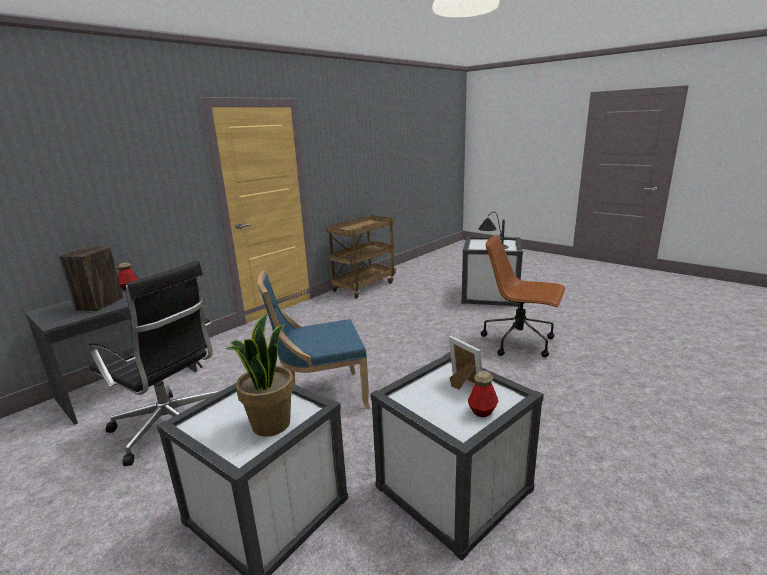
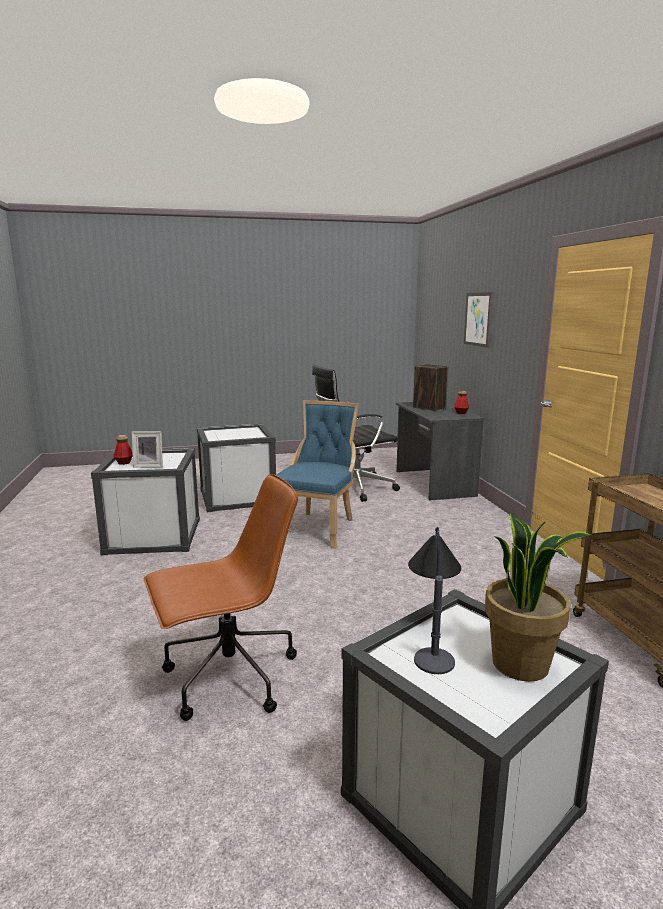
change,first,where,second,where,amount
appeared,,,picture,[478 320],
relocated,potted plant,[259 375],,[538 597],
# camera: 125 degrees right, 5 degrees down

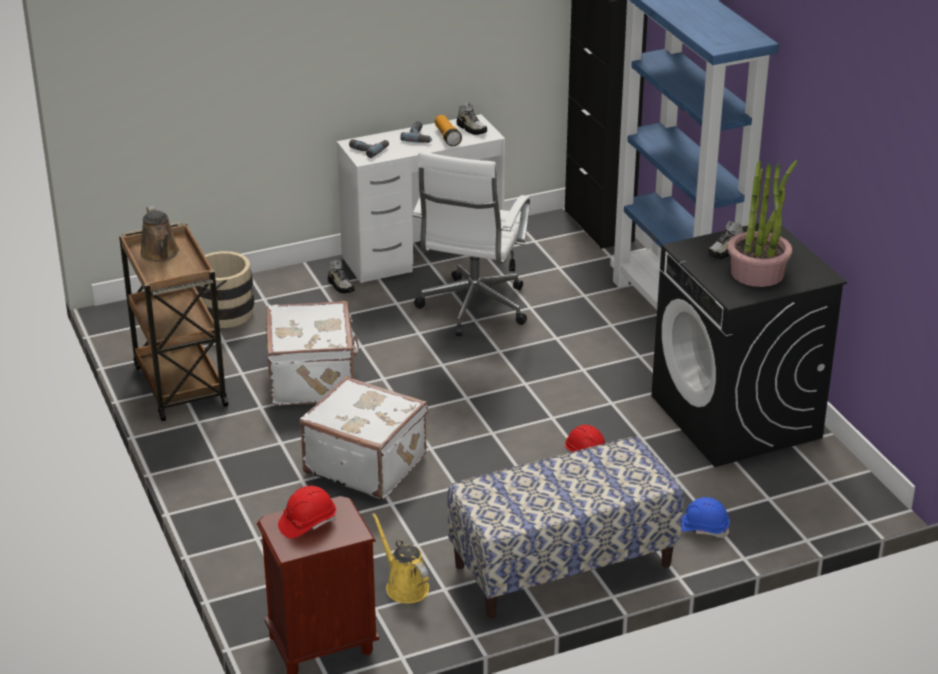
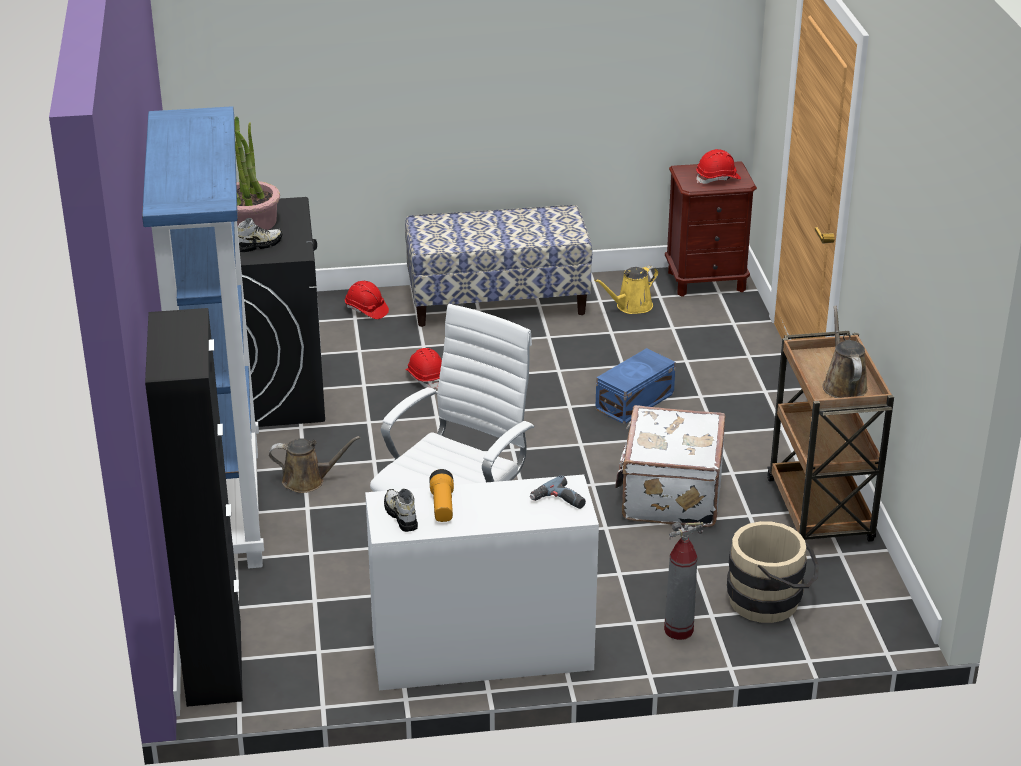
change,first,where,second,where,amount
missing,shoe,[341 276],,,
missing,power drill,[416 132],,,
appeared,,,brown watering can,[314 464],
appeared,,,fire extinguisher,[684 580],
exchanged,white suitcase,[363 437],blue storage box,[635 386],
colour,blue hard hat,[705 517],red hard hat,[367 300],
spun,yellow watering can,[400 558],,[626 290],75 degrees clockwise
# camera: 165 degrees left, 0 degrees up

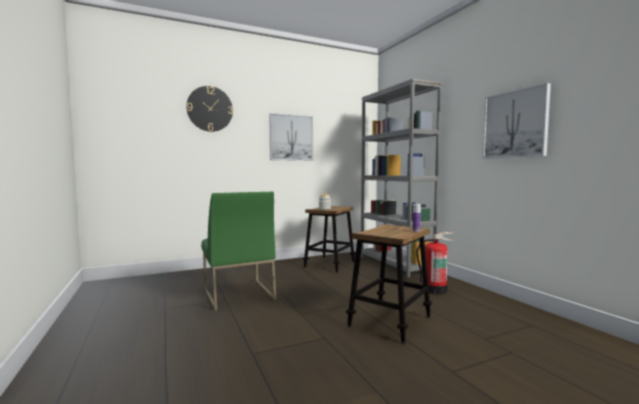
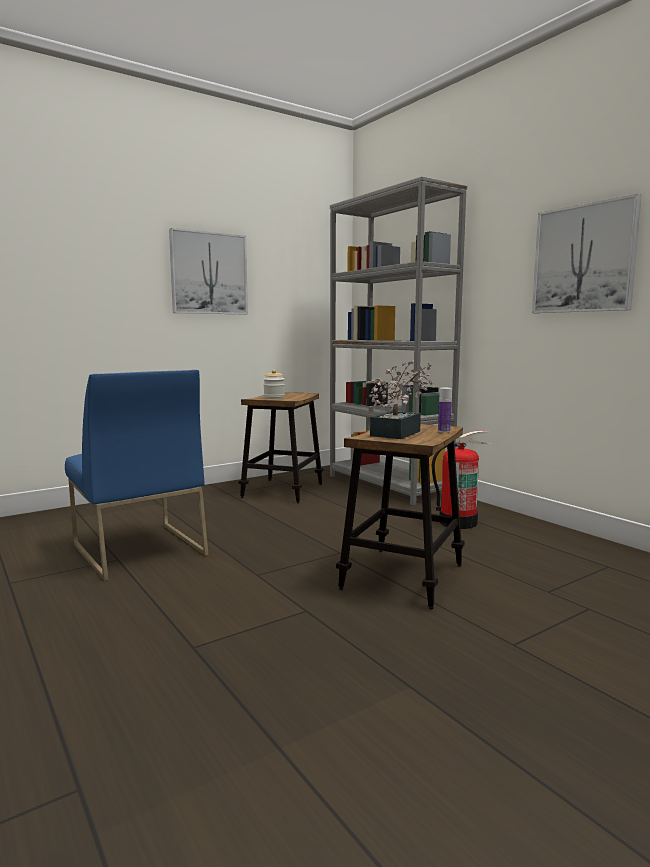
change,first,where,second,where,amount
missing,wall clock,[209 109],,,
appeared,,,potted plant,[400 399],
colour,green chair,[238 251],blue chair,[136 475],
# camera: 10 degrees left, 5 degrees up

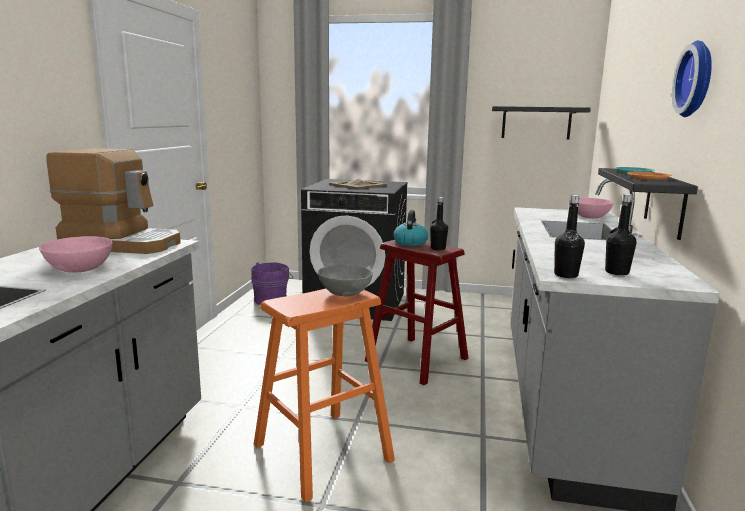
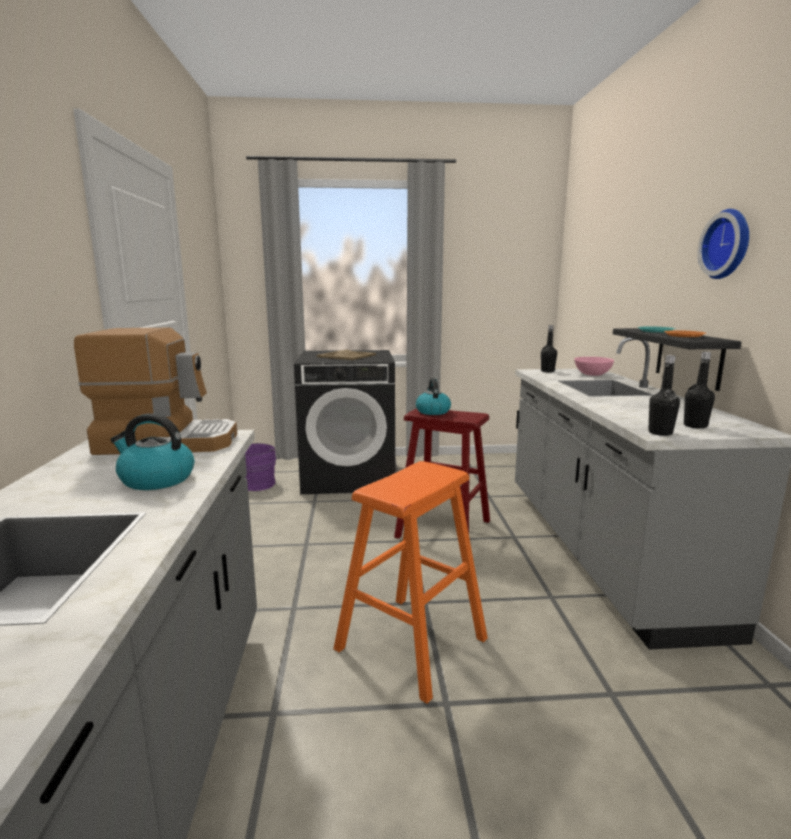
change,first,where,second,where,amount
missing,grey bowl,[345 280],,,
missing,black shelf,[541 123],,,
relocated,black bottle,[439 223],,[549 348],
exchanged,pink bowl,[76 254],kettle,[152 451],
# camera: 15 degrees left, 0 degrees up

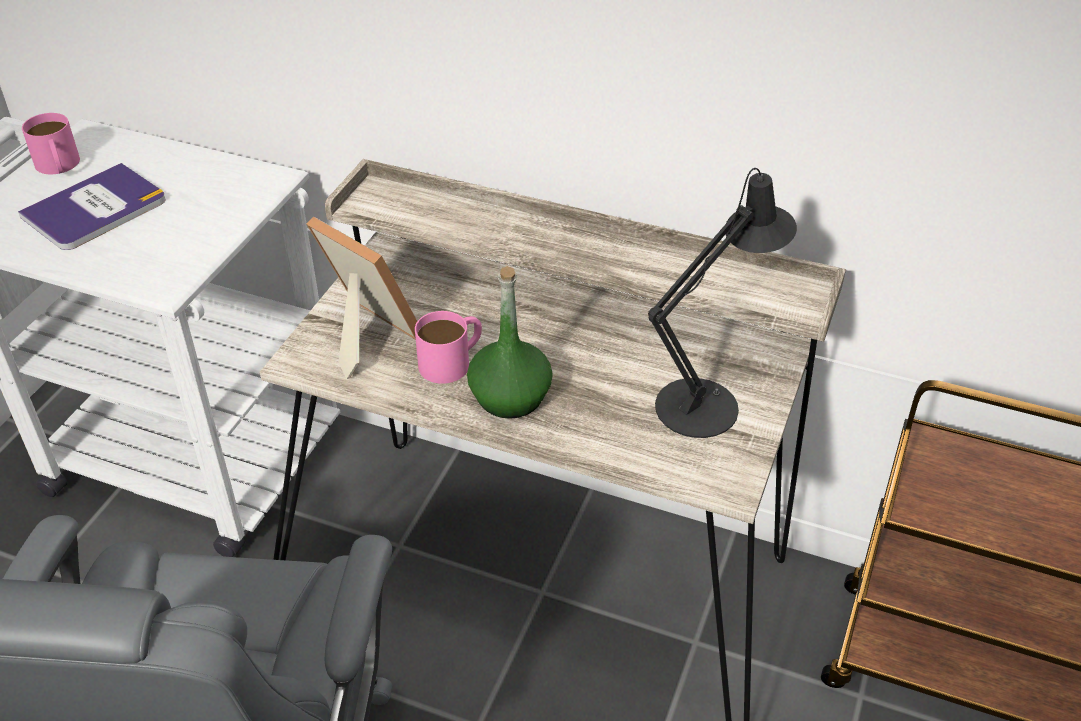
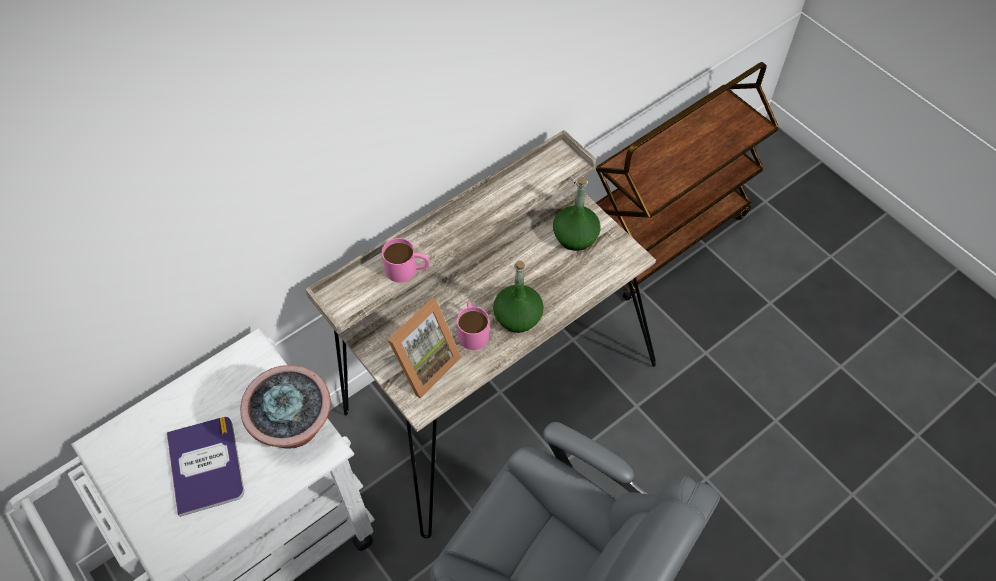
change,first,where,second,where,amount
appeared,,,potted plant,[285 407],
relocated,pink mug,[51 143],,[406 260],
exchanged,black table lamp,[722 303],green bottle,[577 214],
spun,picture frame,[361 297],,[421 348],150 degrees clockwise
# camera: 60 degrees left, 15 degrees up

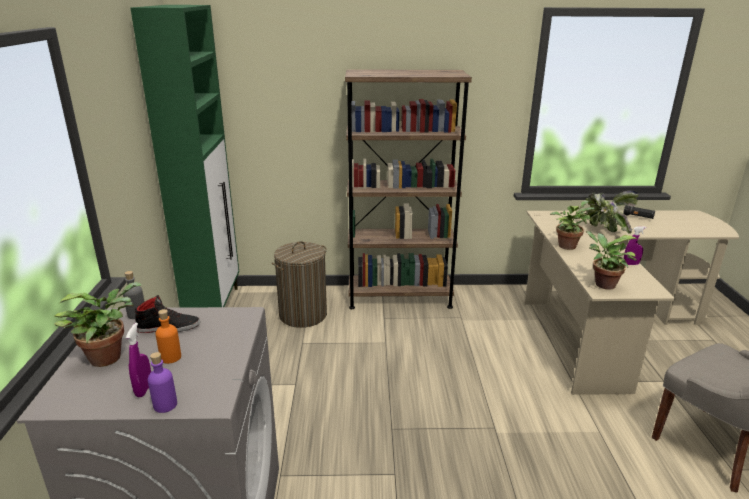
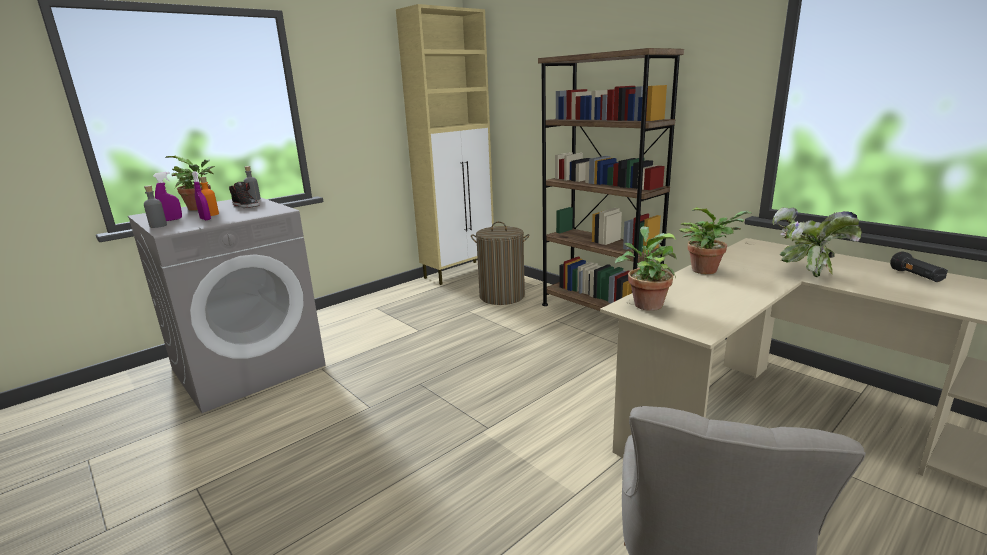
change,first,where,second,where,amount
relocated,purple spray bottle,[635 245],,[201 196],
colour,green cabinet,[184 156],beige cabinet,[445 144],
colour,purple bottle,[162 382],grey bottle,[155 206],
# camera: 50 degrees right, 5 degrees down

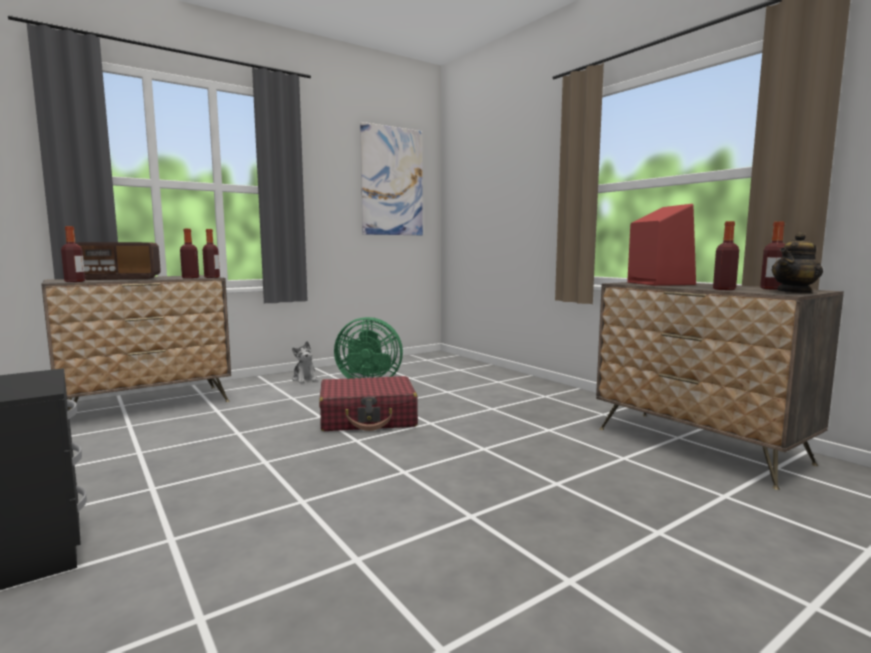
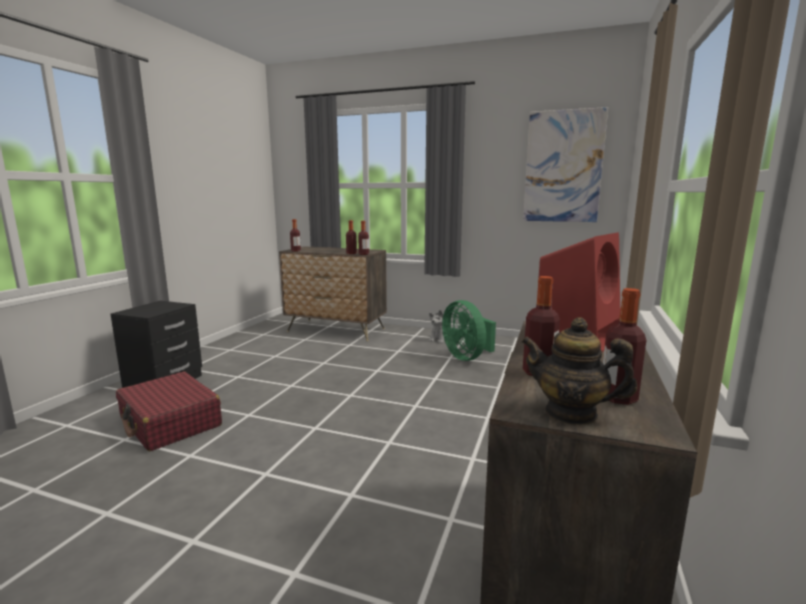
change,first,where,second,where,amount
missing,radio,[118 261],,,
relocated,red suitcase,[368 403],,[169 411],
# camera: 55 degrees right, 5 degrees up

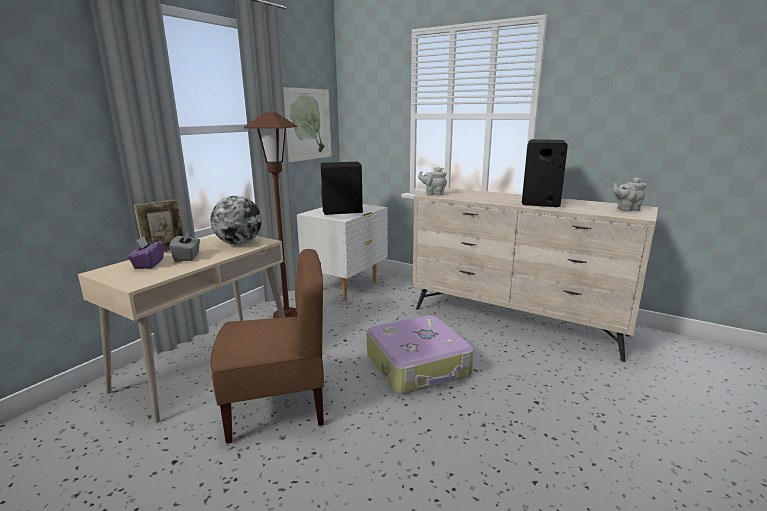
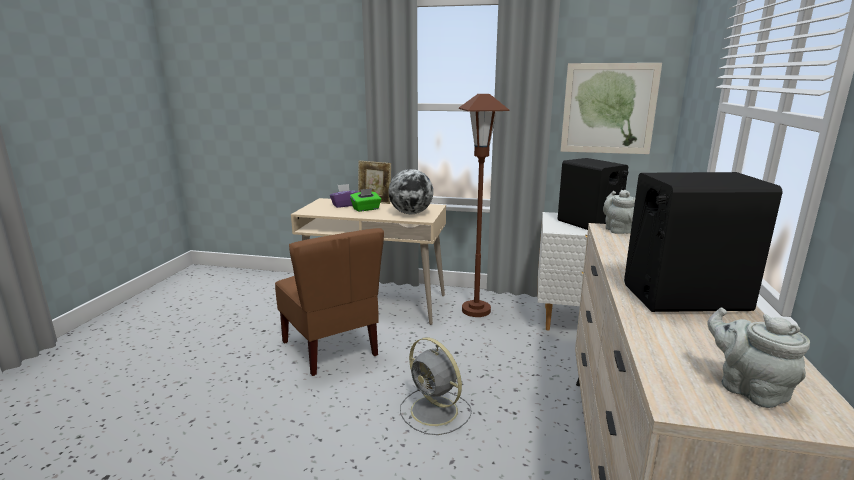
change,first,where,second,where,amount
exchanged,suitcase,[420 354],grey fan,[436 386],
colour,grey tissue box,[184 245],green tissue box,[365 200],
# camera: 70 degrees right, 0 degrees up

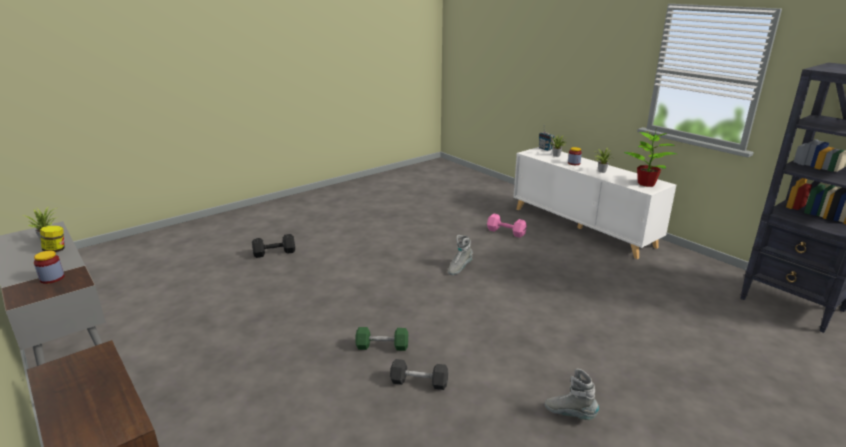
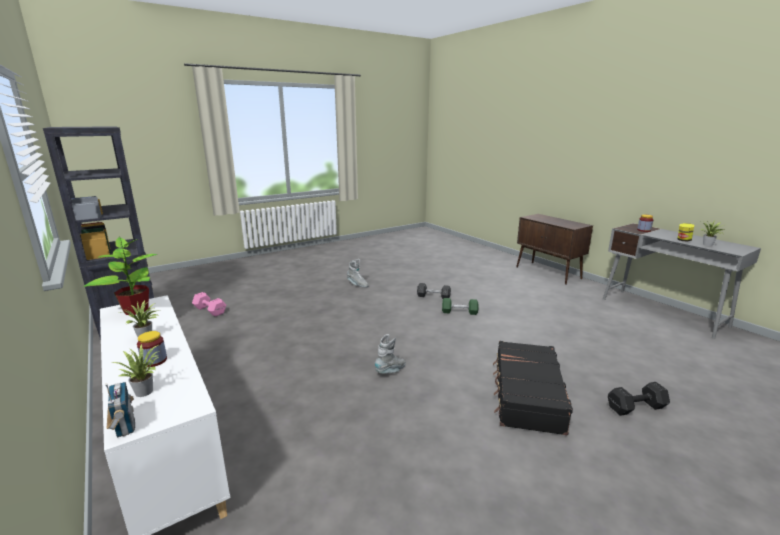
change,first,where,second,where,amount
appeared,,,black suitcase,[533 388],
relocated,pink dumbbell,[507 226],,[209 304],
# camera: 175 degrees left, 5 degrees down

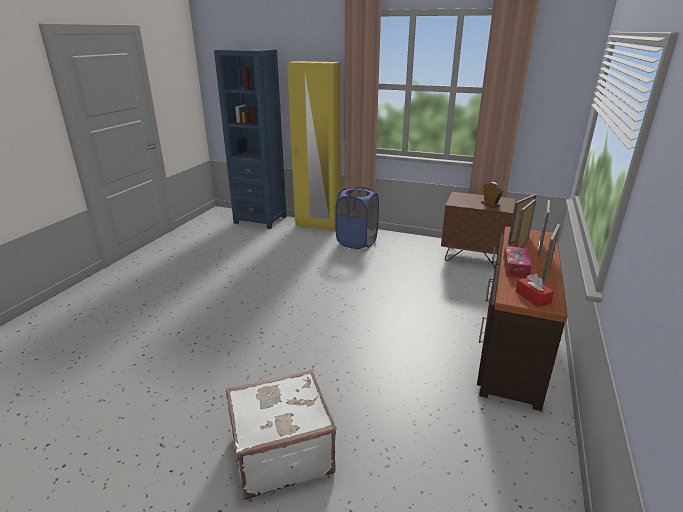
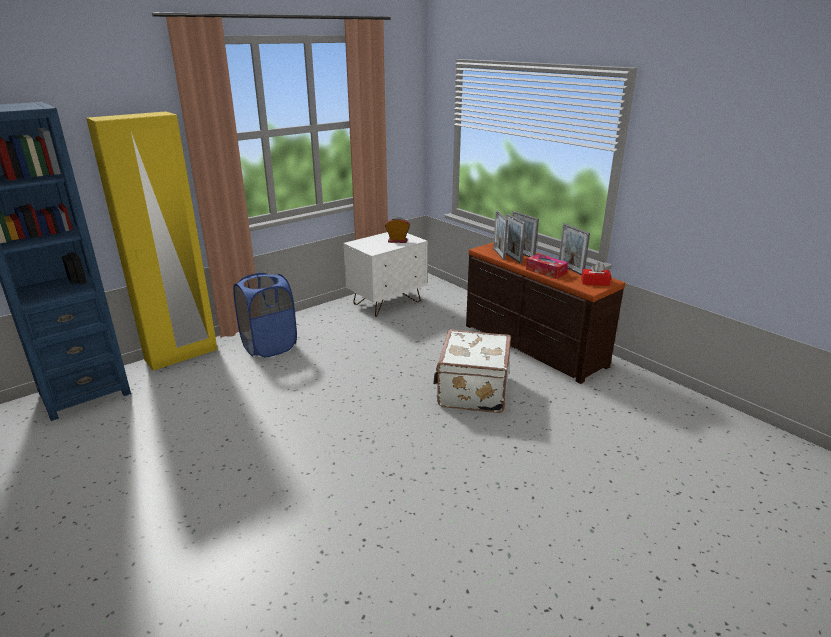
change,first,where,second,where,amount
relocated,white suitcase,[281 435],,[472 371],
colour,brown nightstand,[478 229],white nightstand,[385 274],
# camera: 60 degrees left, 0 degrees up

